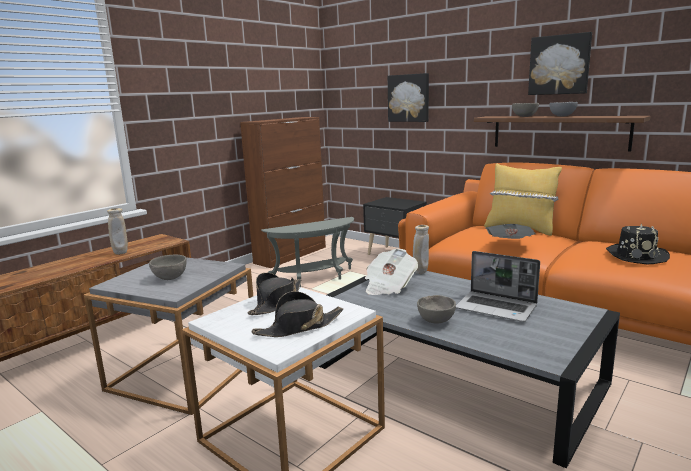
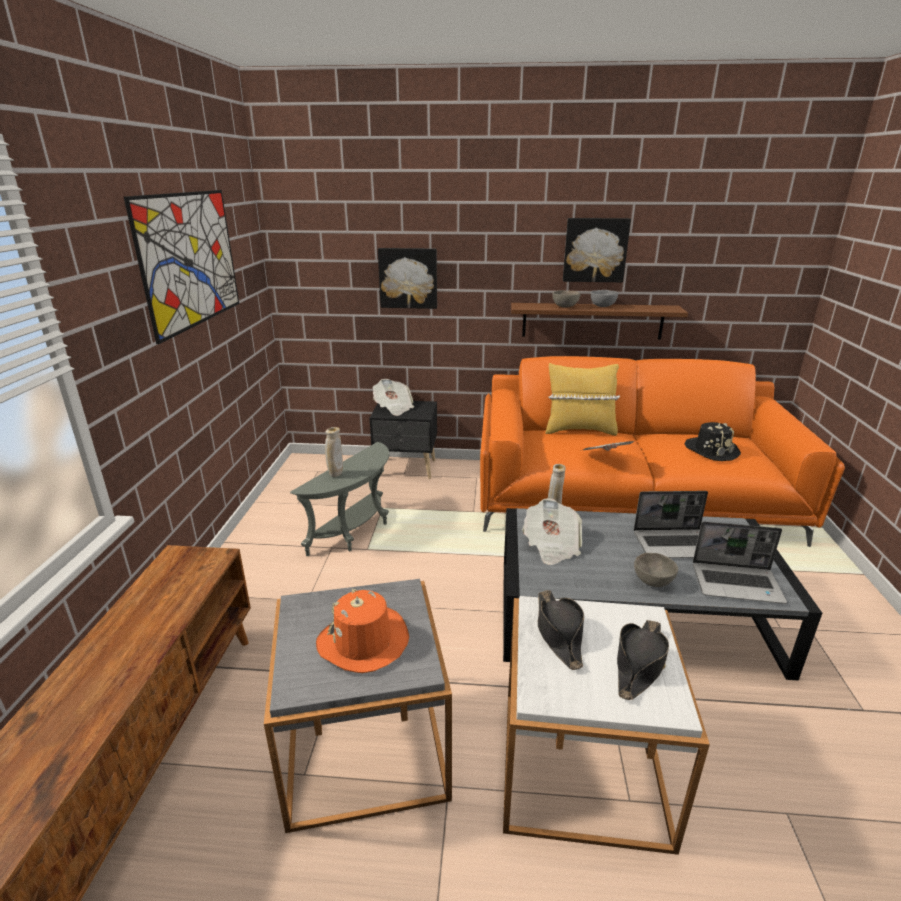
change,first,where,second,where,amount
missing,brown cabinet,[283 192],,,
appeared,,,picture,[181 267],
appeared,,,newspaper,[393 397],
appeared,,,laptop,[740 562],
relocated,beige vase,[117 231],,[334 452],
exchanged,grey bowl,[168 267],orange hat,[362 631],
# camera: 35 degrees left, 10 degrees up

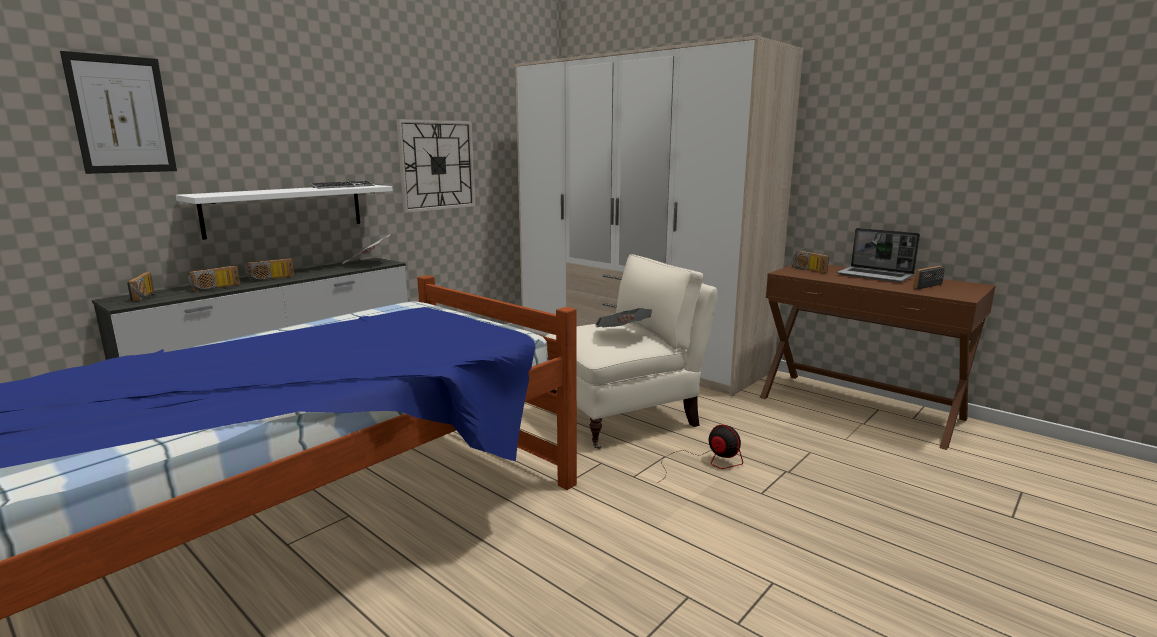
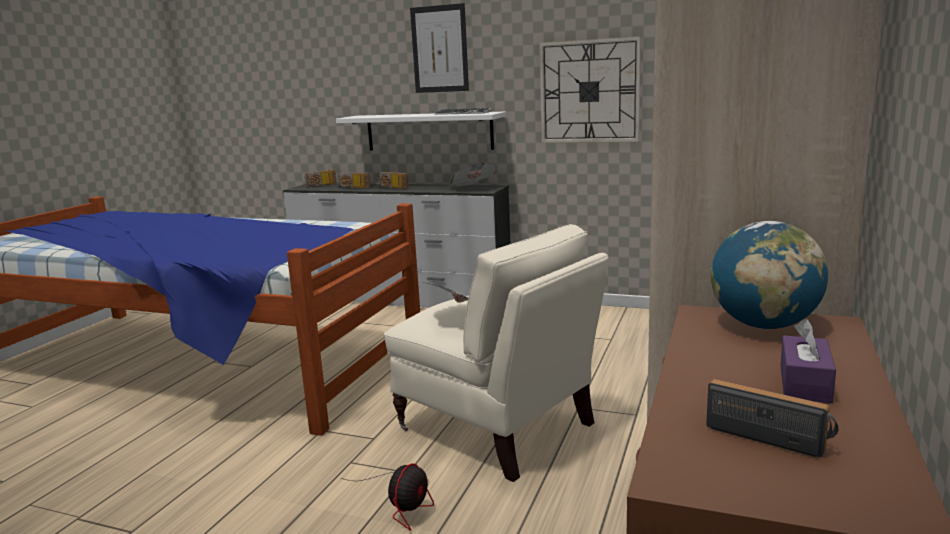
change,first,where,second,where,amount
relocated,picture,[118 112],,[439 48],
exchanged,radio,[810 262],globe,[769 275],
exchanged,laptop,[878 255],purple tissue box,[808 361],
# camera: 70 degrees right, 0 degrees up

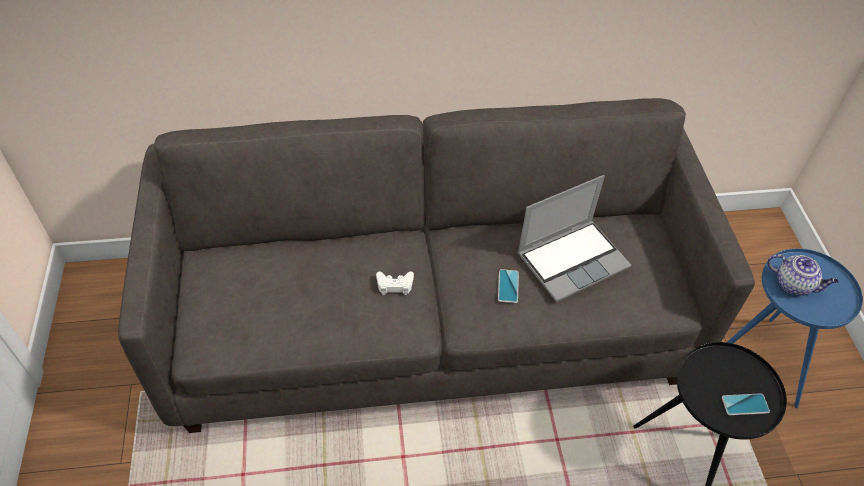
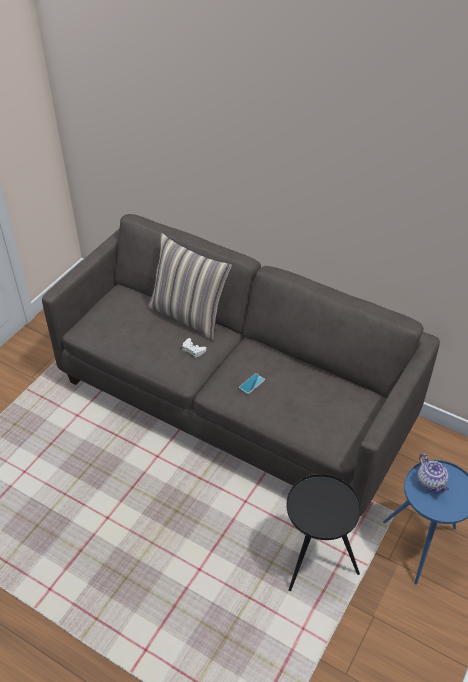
change,first,where,second,where,amount
missing,laptop,[574 238],,,
missing,phone,[746 404],,,
appeared,,,pillow,[190 287],
# camera: 40 degrees right, 5 degrees down

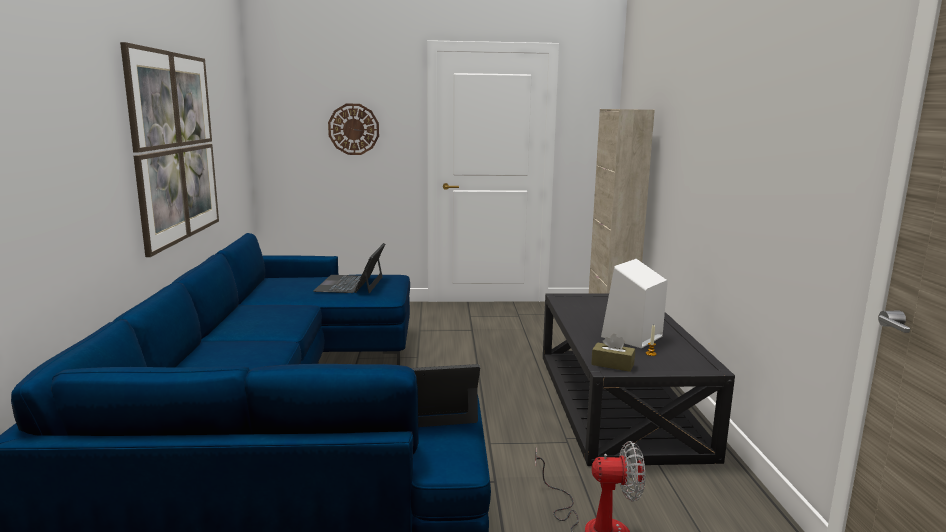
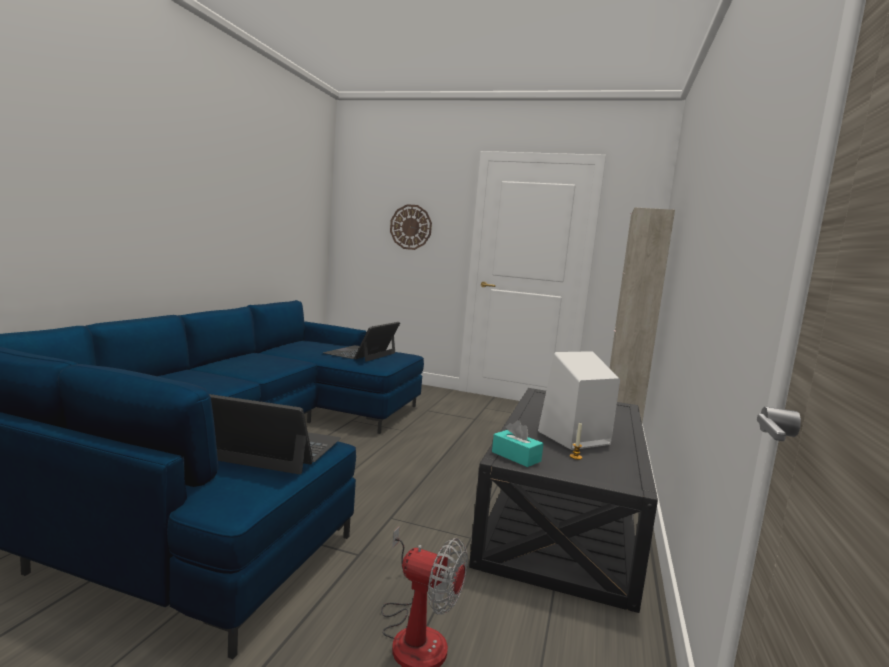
change,first,where,second,where,amount
missing,picture,[169 149],,,
colour,brown tissue box,[613 353],turquoise tissue box,[518 443],
# camera: 20 degrees right, 5 degrees down

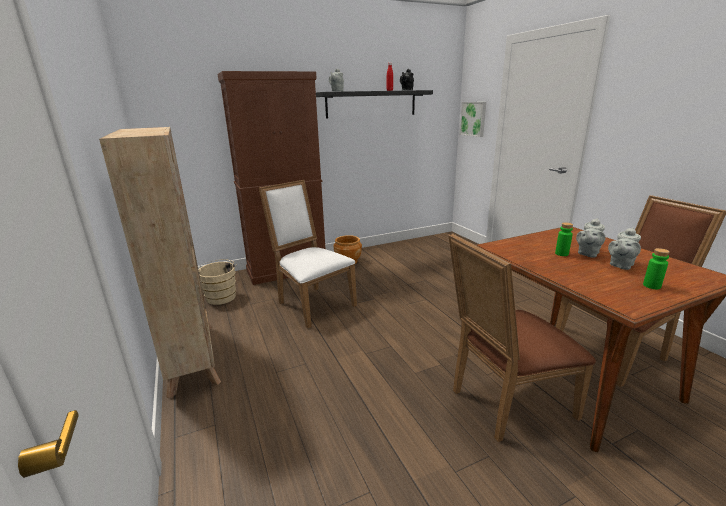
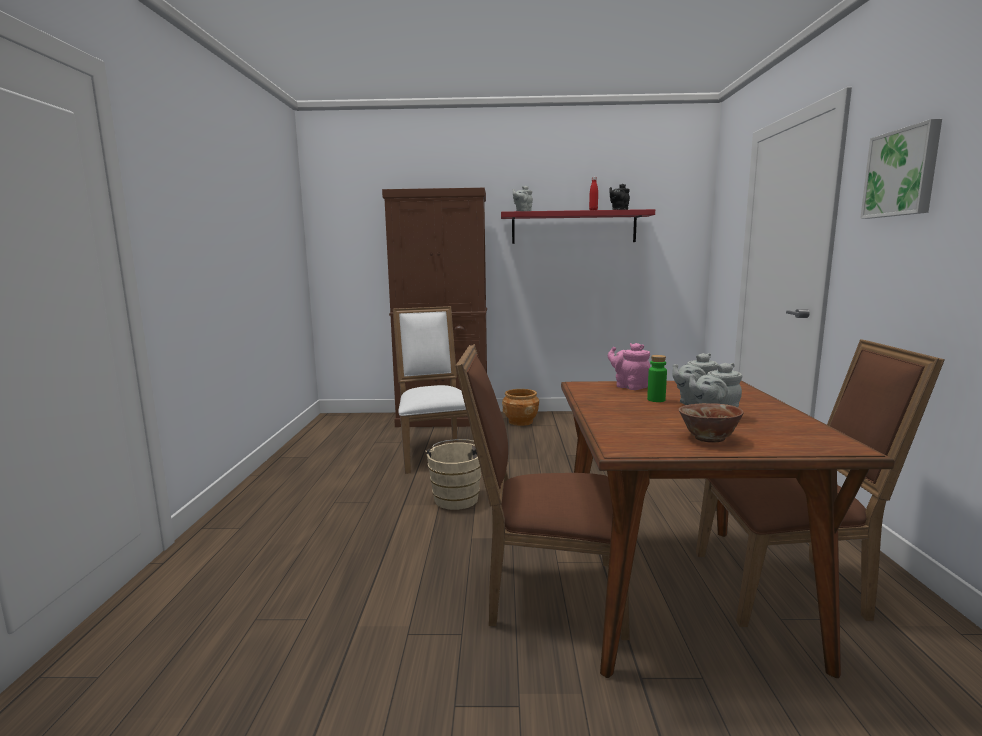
change,first,where,second,where,amount
missing,beige bookcase,[160 263],,,
appeared,,,pink teapot,[629 366],
relocated,beige bucket,[218 282],,[453 474],
relocated,picture,[473 119],,[901 169],
exchanged,green bottle,[656 268],bowl,[711 423],
colour,black shelf,[374 104],red shelf,[578 226],
# camera: 25 degrees right, 10 degrees down

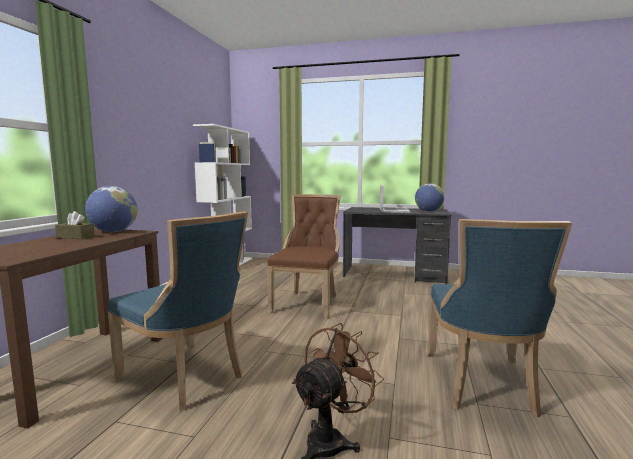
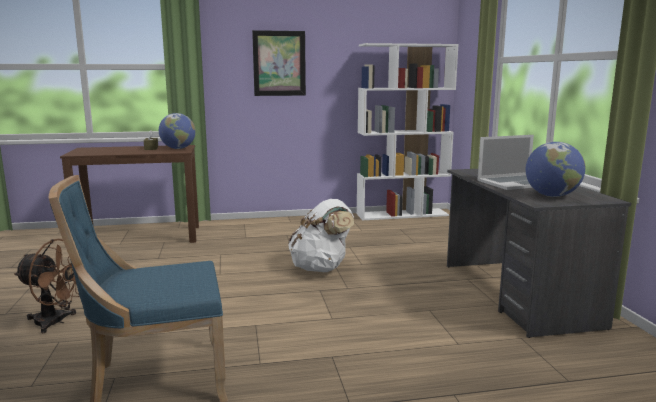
change,first,where,second,where,amount
missing,blue chair,[178 311],,,
appeared,,,picture,[279 63],
exchanged,brown chair,[304 256],white backpack,[321 235],
# camera: 65 degrees right, 5 degrees up

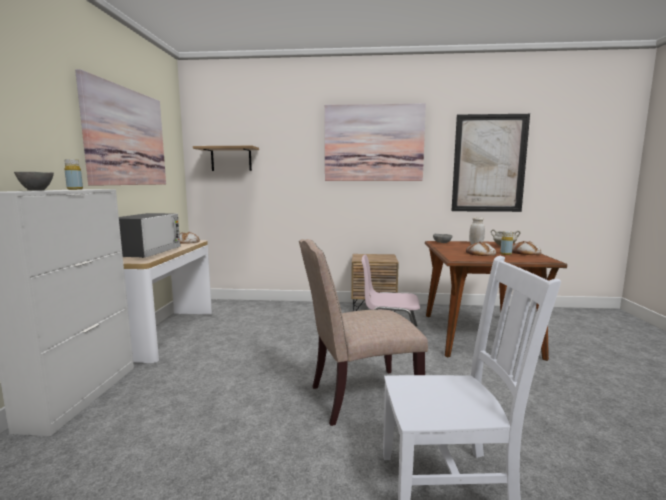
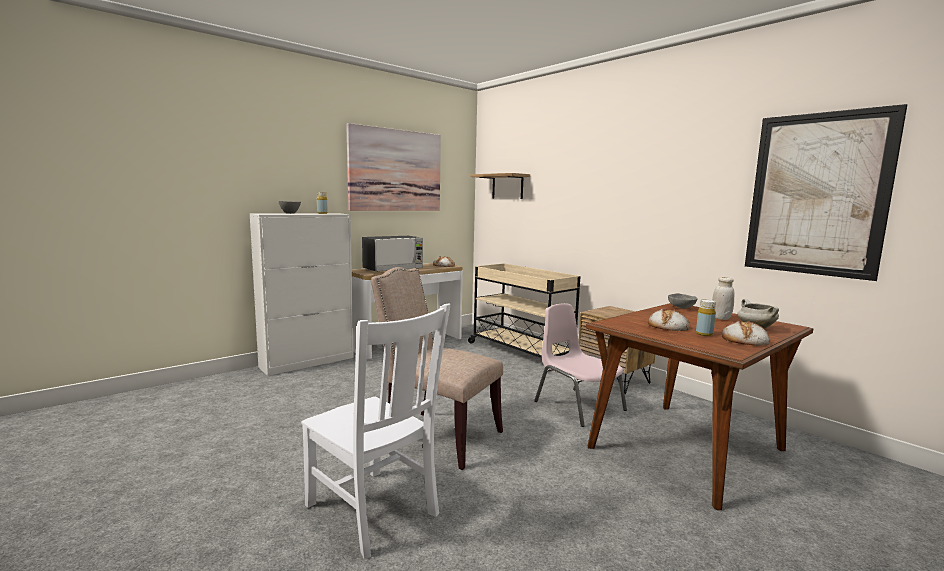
change,first,where,second,where,amount
missing,picture,[375 142],,,
appeared,,,beige cart,[524 310],
# camera: 45 degrees right, 0 degrees up

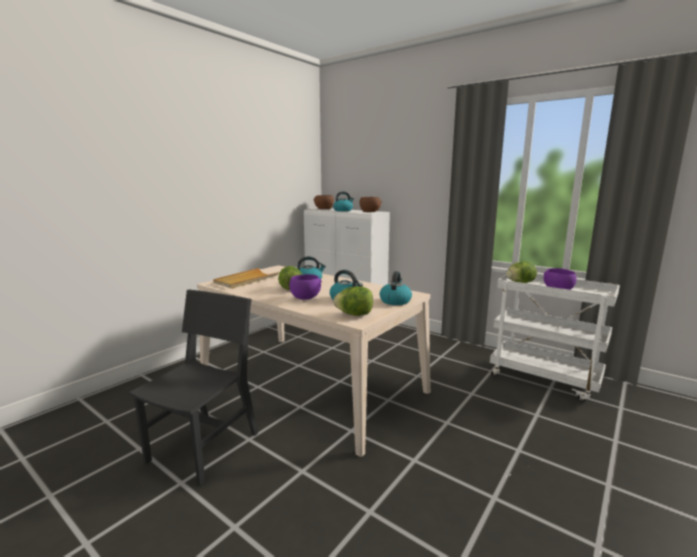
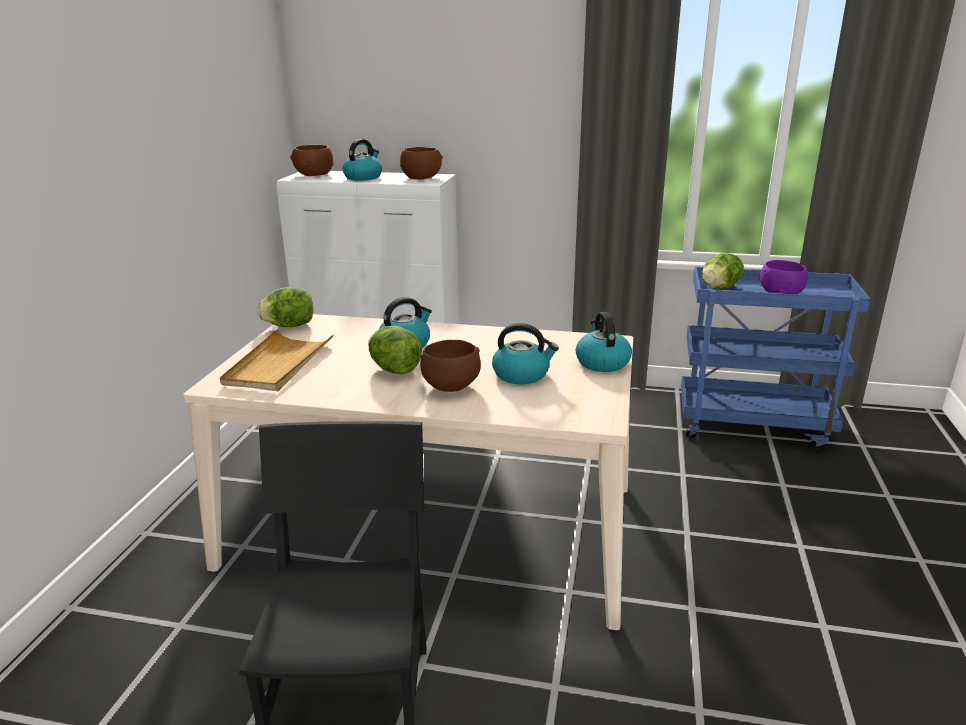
change,first,where,second,where,amount
relocated,lettuce,[353 301],,[285 307],
colour,purple bowl,[305 287],brown bowl,[450 366],
colour,white cart,[555 338],blue cart,[776 358],
# camera: 25 degrees left, 10 degrees up

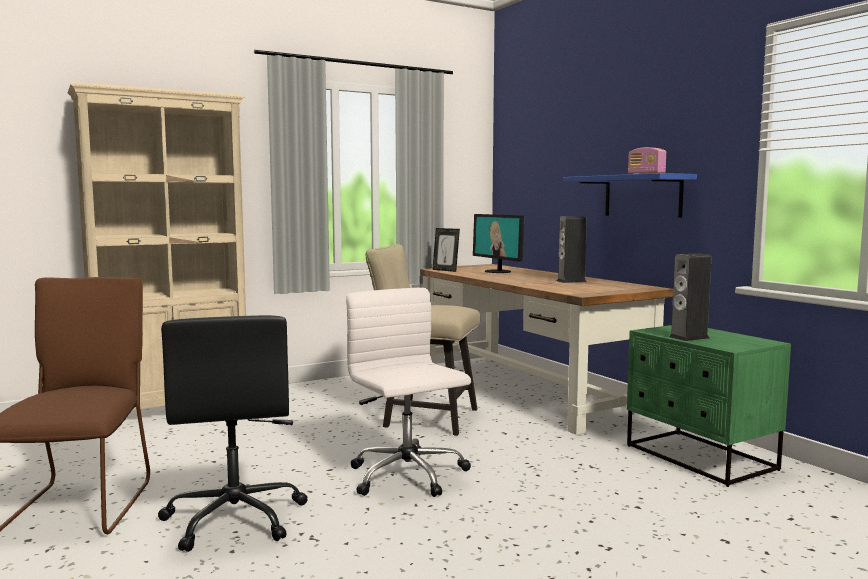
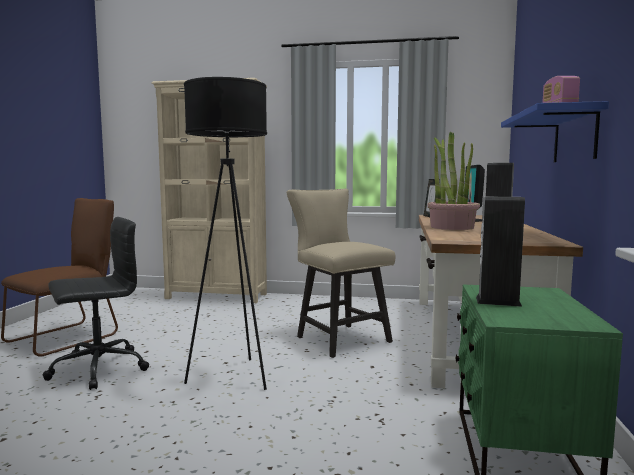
change,first,where,second,where,amount
appeared,,,potted plant,[453 181],
exchanged,white office chair,[408 392],black floor lamp,[225 233],
spun,black office chair,[233 433],,[96 303],150 degrees counterclockwise
# camera: 40 degrees right, 0 degrees up

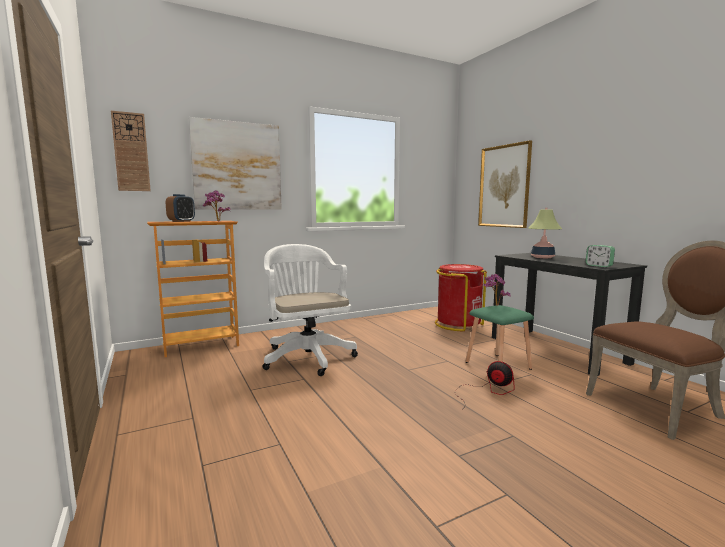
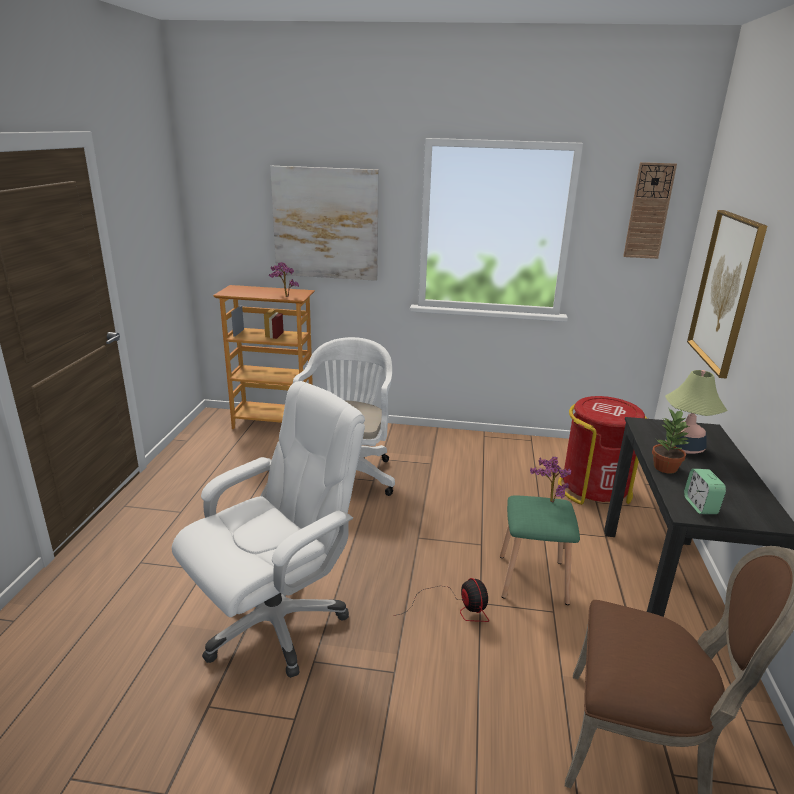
change,first,where,second,where,amount
missing,alarm clock,[180 208],,,
appeared,,,white office chair,[268 529],
appeared,,,potted plant,[671 441],
relocated,wall clock,[131 151],,[650 210],
# camera: 35 degrees right, 15 degrees up

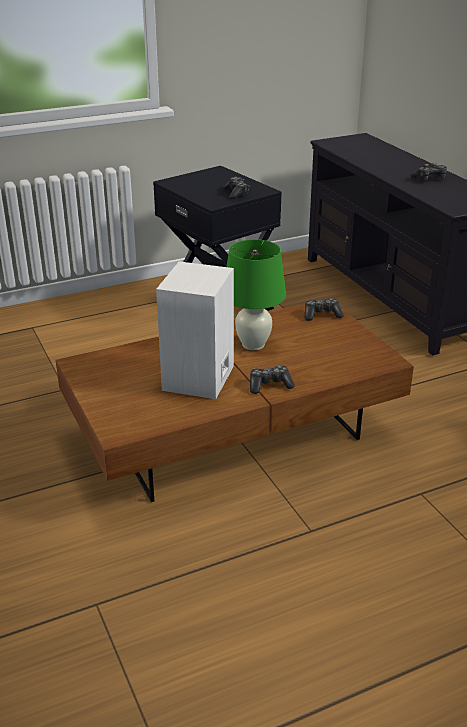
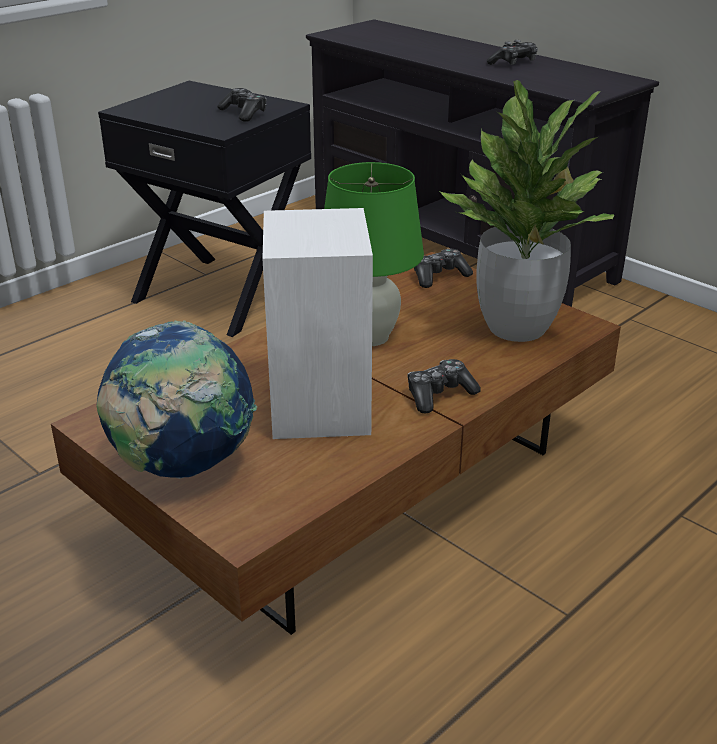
change,first,where,second,where,amount
appeared,,,globe,[176 399],
appeared,,,potted plant,[526 211],
# camera: 20 degrees left, 0 degrees up

